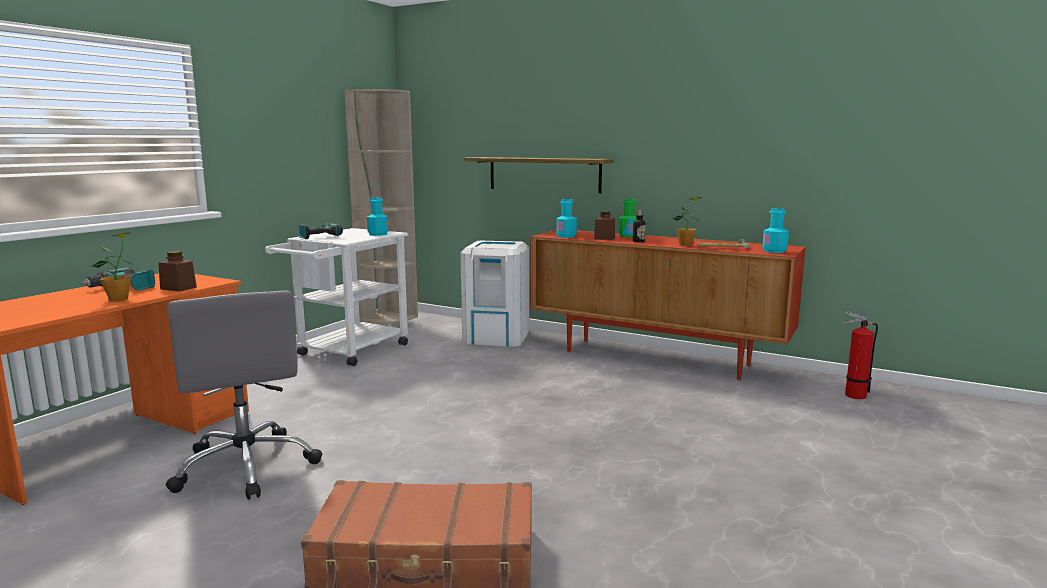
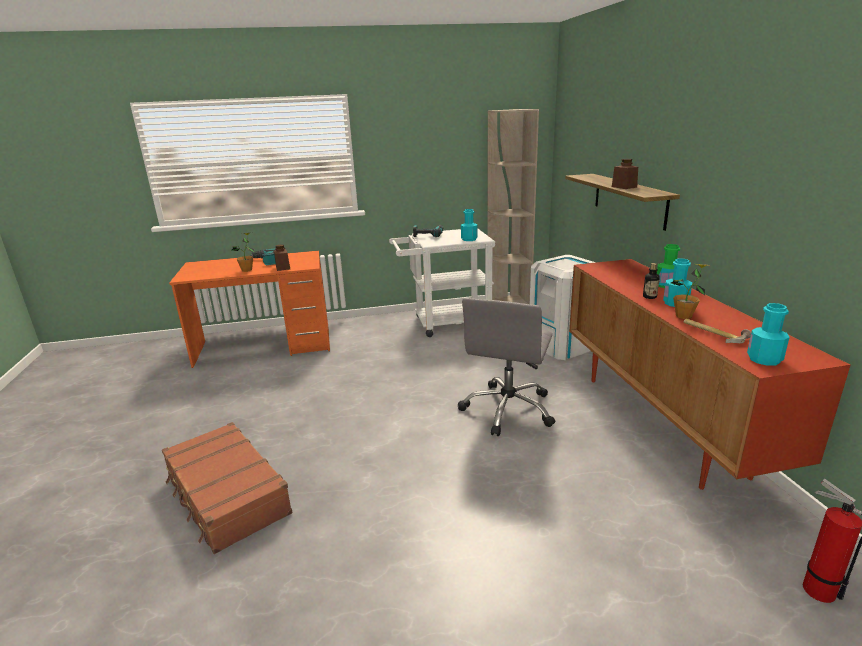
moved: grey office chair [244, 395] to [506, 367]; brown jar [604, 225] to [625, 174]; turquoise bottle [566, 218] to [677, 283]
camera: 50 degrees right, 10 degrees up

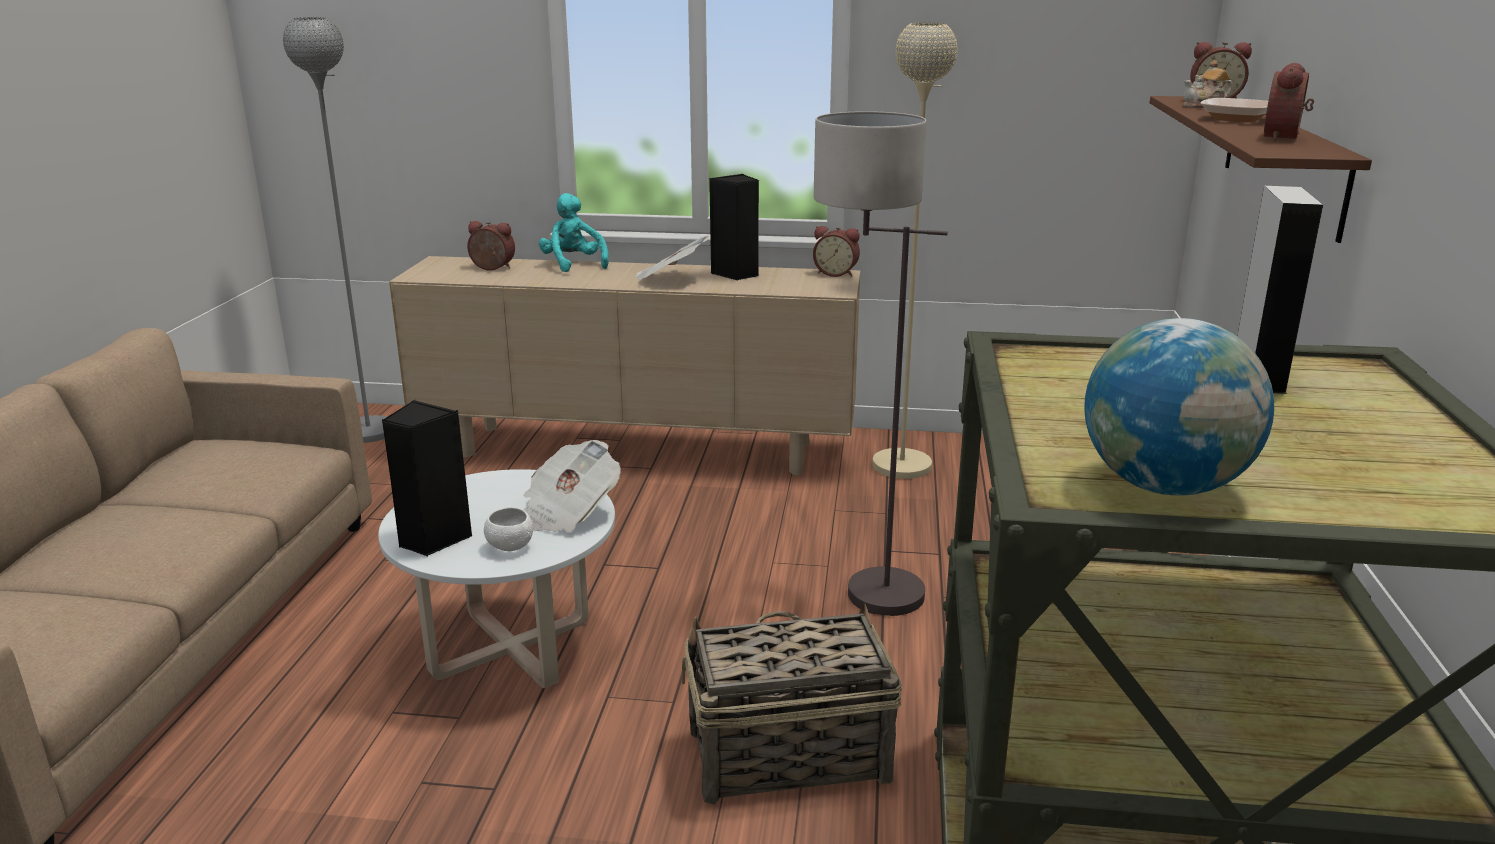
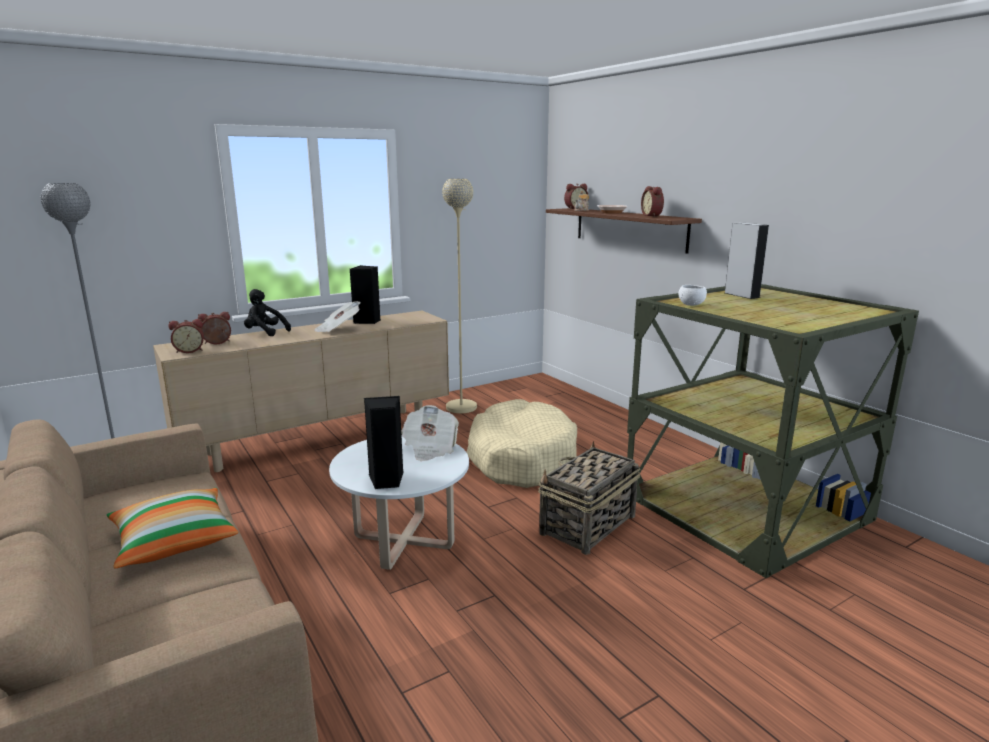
removed: globe [1179, 406]
added: pillow [172, 528]
moved: alarm clock [836, 251] to [186, 336]; white bowl [508, 529] to [692, 295]
replaced: grey floor lamp [881, 363] to beige dog bed [521, 443]
recoloured: turquoise plush toy [574, 232] to black plush toy [267, 312]
camera: 40 degrees left, 5 degrees down

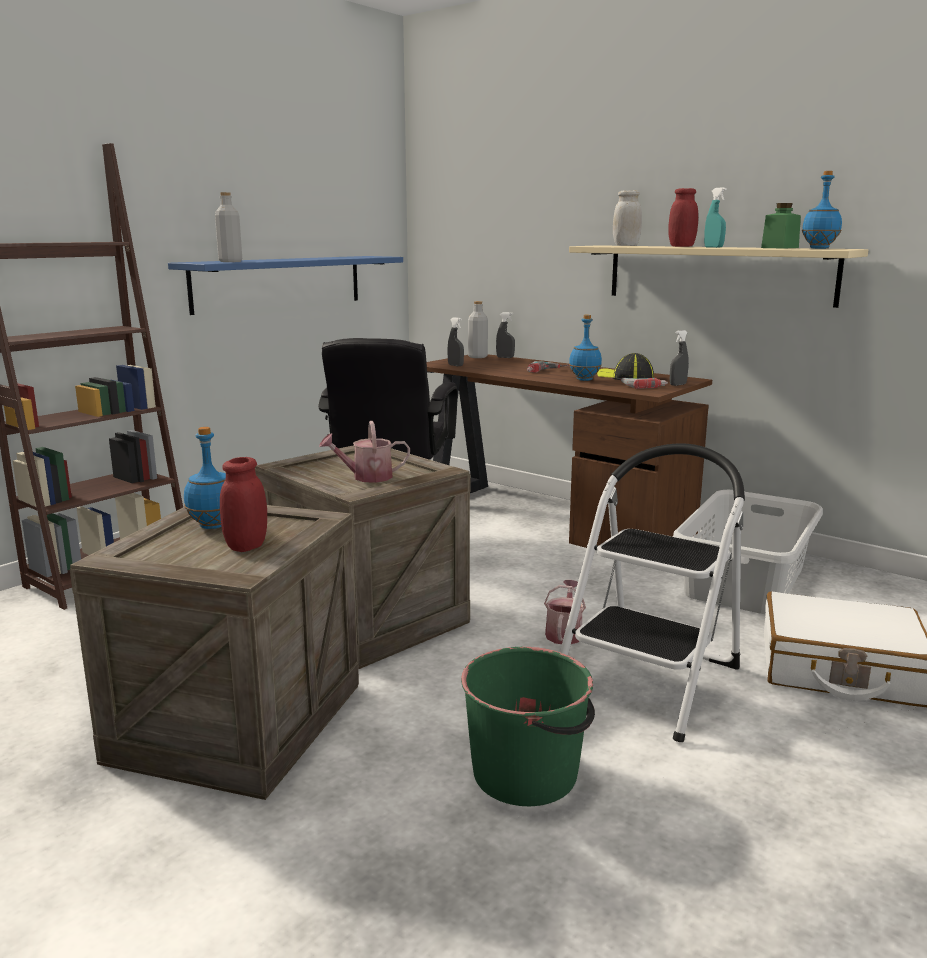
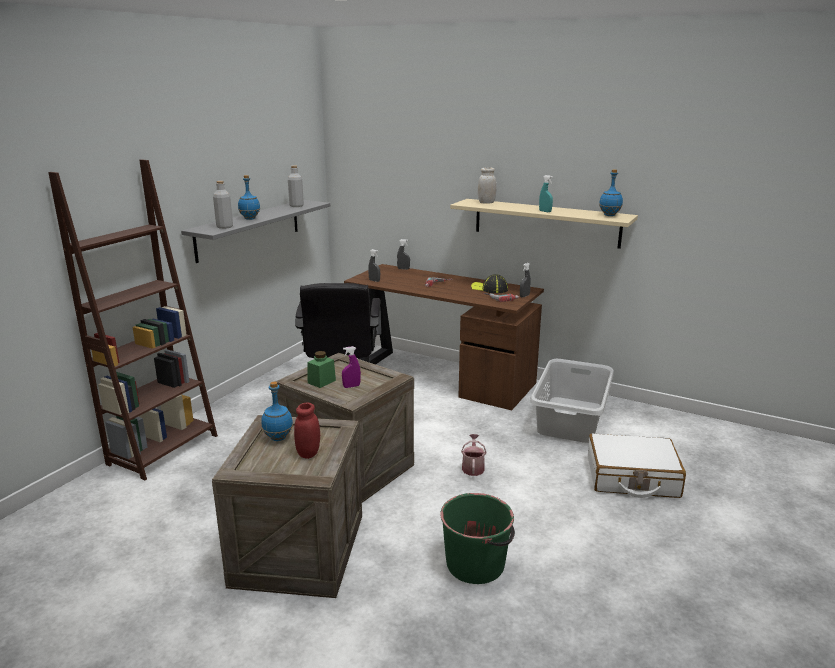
removed: step ladder [652, 593]; red jar [683, 217]
moved: blue bottle [585, 348] to [249, 197]; grey bottle [478, 329] to [296, 186]; green jar [781, 226] to [321, 369]
replaced: watering can [364, 452] to purple spray bottle [351, 367]
recoloured: blue shelf [285, 285] to grey shelf [255, 231]
camera: 10 degrees left, 5 degrees up

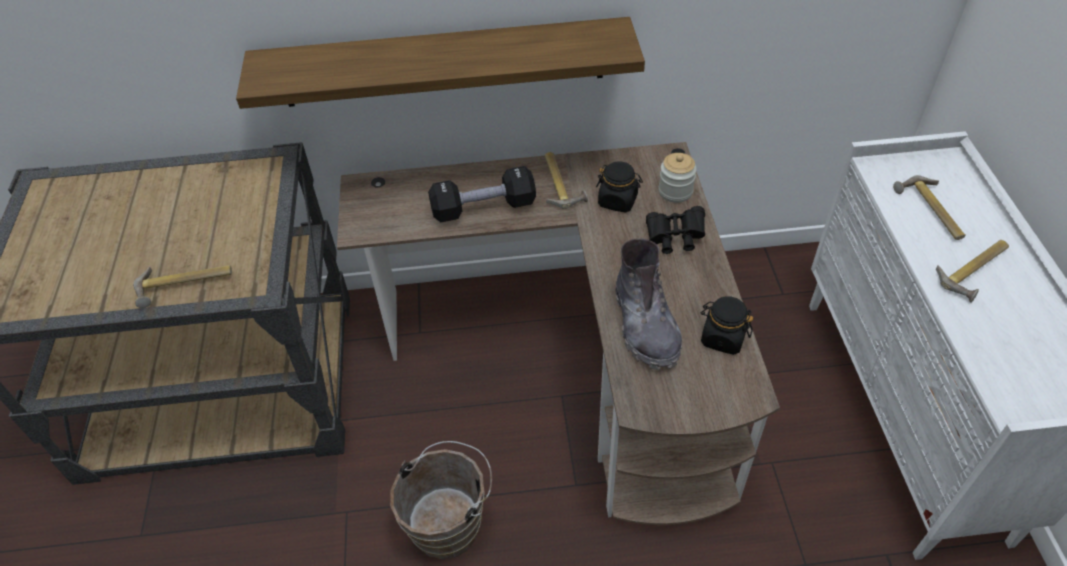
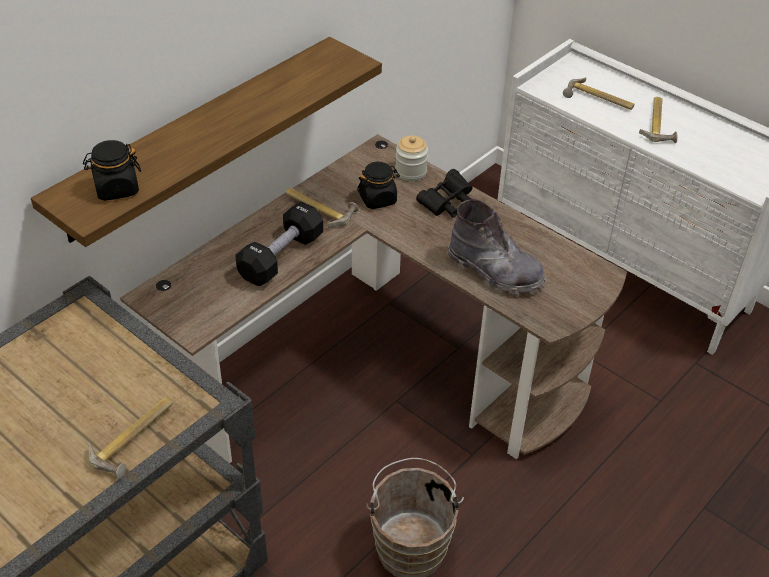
moved: black jar [727, 325] to [112, 170]
camera: 45 degrees left, 5 degrees down

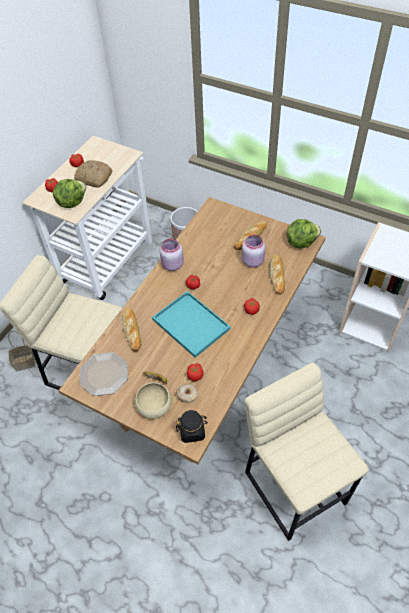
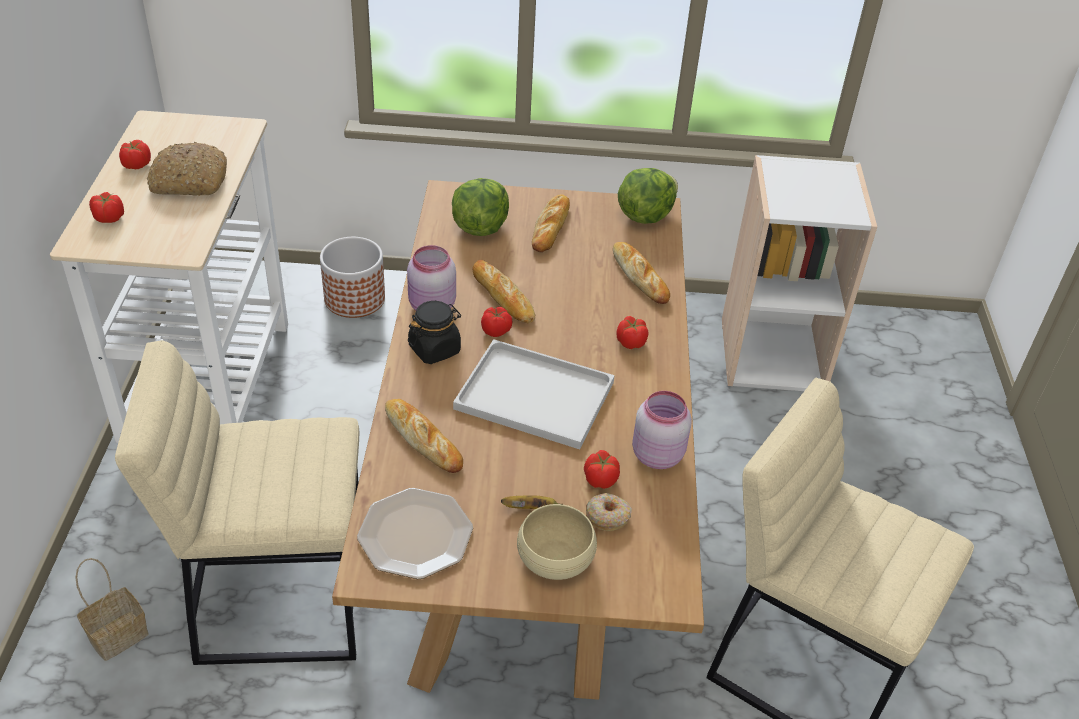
added: bread [504, 291]
moved: black jar [192, 426] to [434, 332]; lettuce [69, 193] to [480, 207]; pink jar [253, 251] to [662, 430]
recoloured: turquoise tray [191, 324] to white tray [534, 394]
camera: 30 degrees left, 10 degrees down

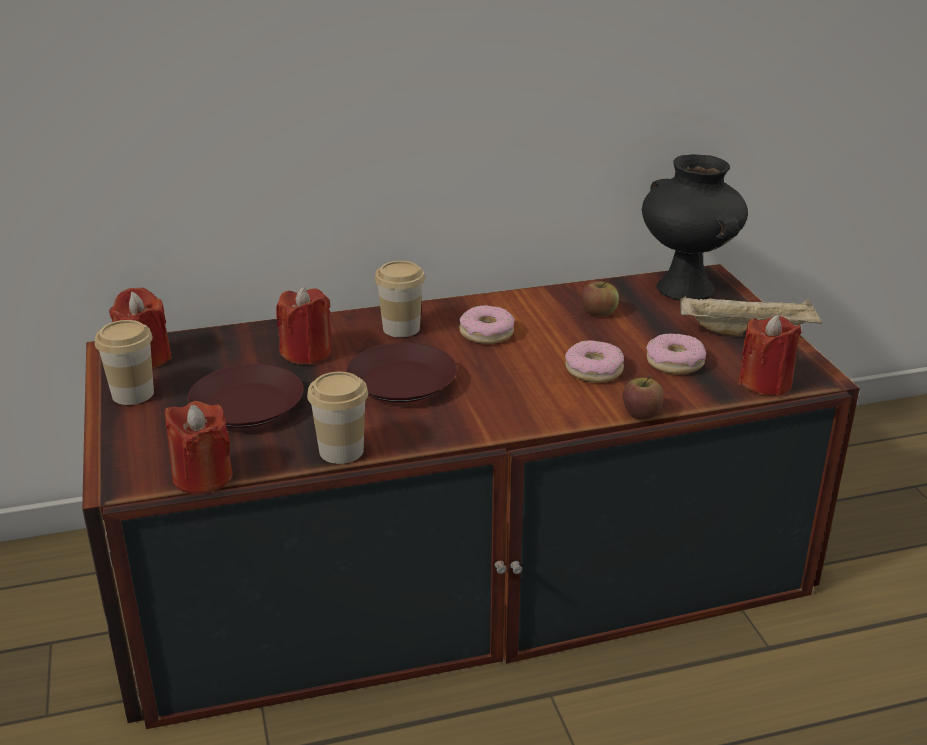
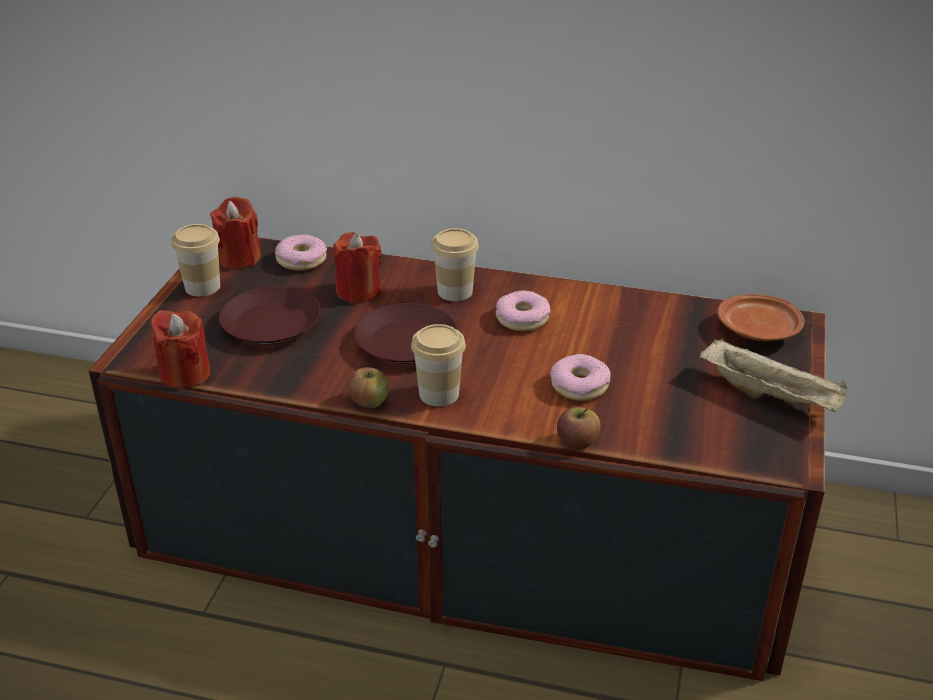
removed: red candle [770, 355]
moved: donut [676, 354] to [301, 252]; apple [599, 298] to [368, 387]; cup [337, 418] to [438, 365]
replaced: black vase [695, 227] to brown plate [761, 317]
camera: 30 degrees right, 5 degrees up

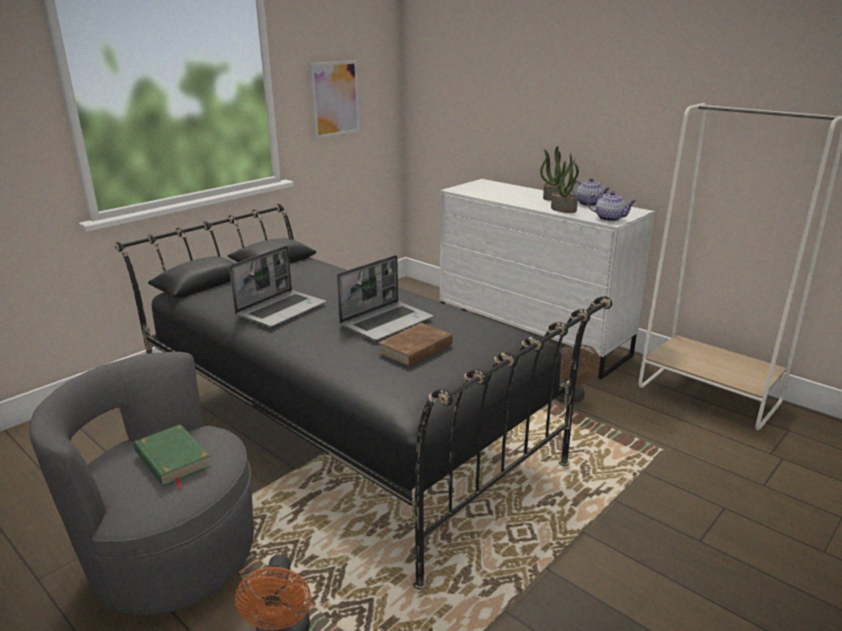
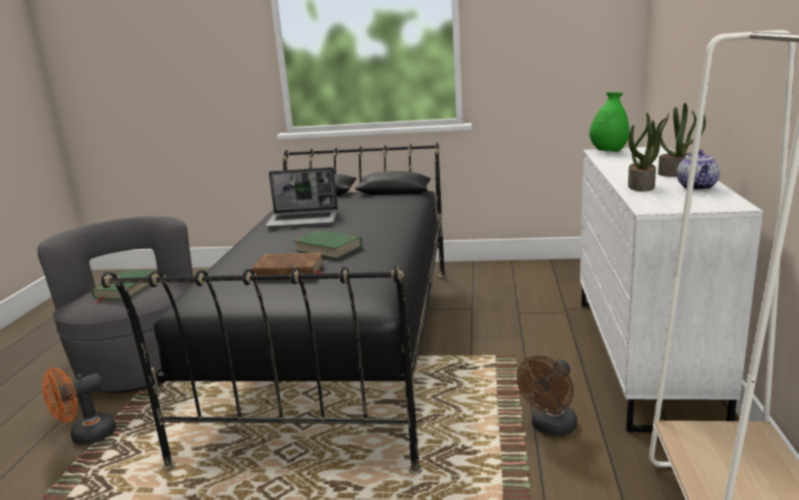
removed: picture [335, 99]; teapot [611, 206]
added: green vase [609, 122]
replaced: laptop [385, 297] to green book [327, 244]
camera: 55 degrees right, 5 degrees down

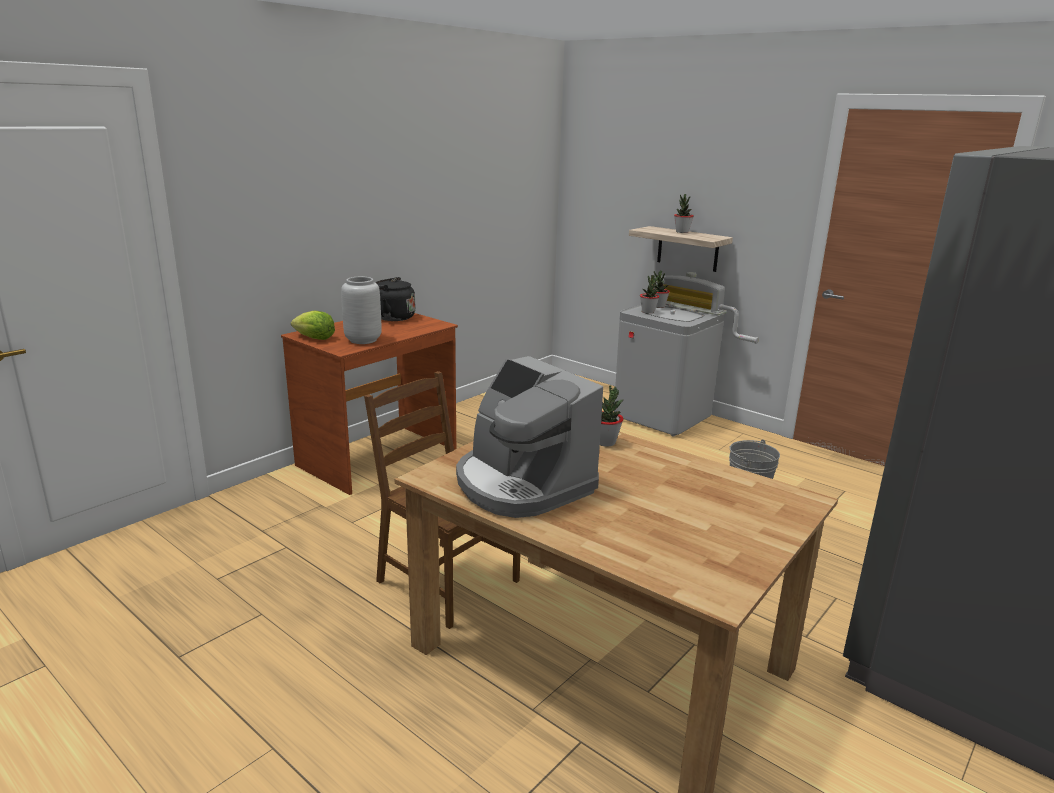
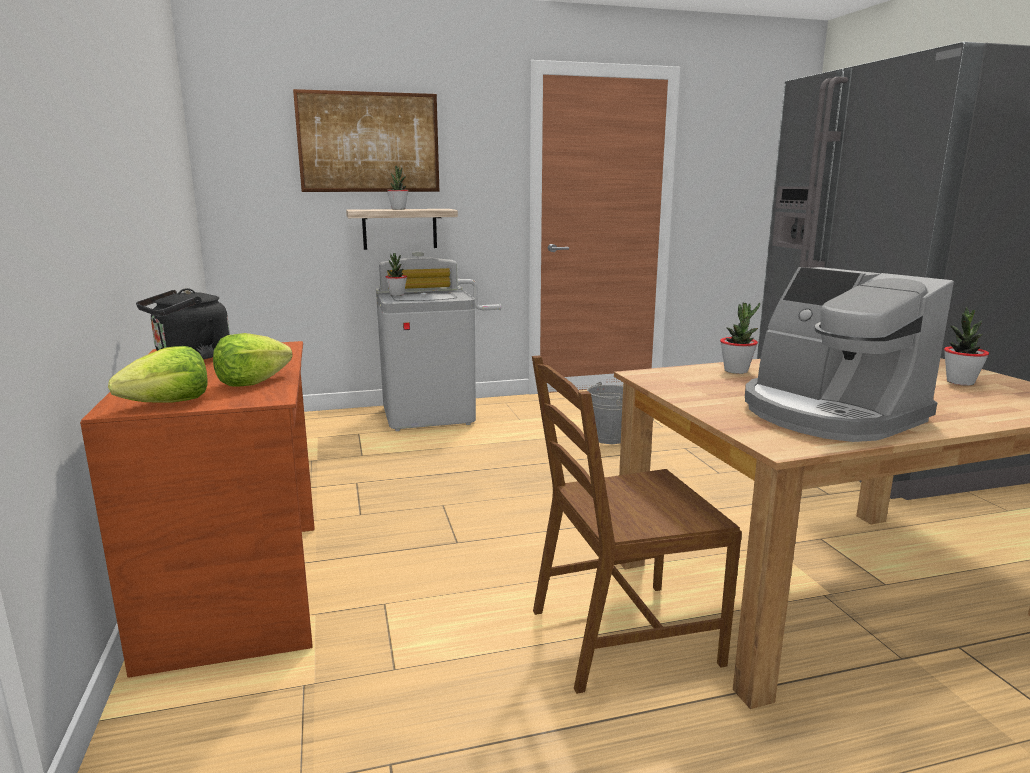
added: picture [366, 140]
moved: potted plant [649, 294] to [966, 346]
replaced: grey vase [361, 310] to lettuce [253, 359]
turned: coffee machine [529, 437] = [849, 354] 60 degrees clockwise
camera: 55 degrees left, 5 degrees down

